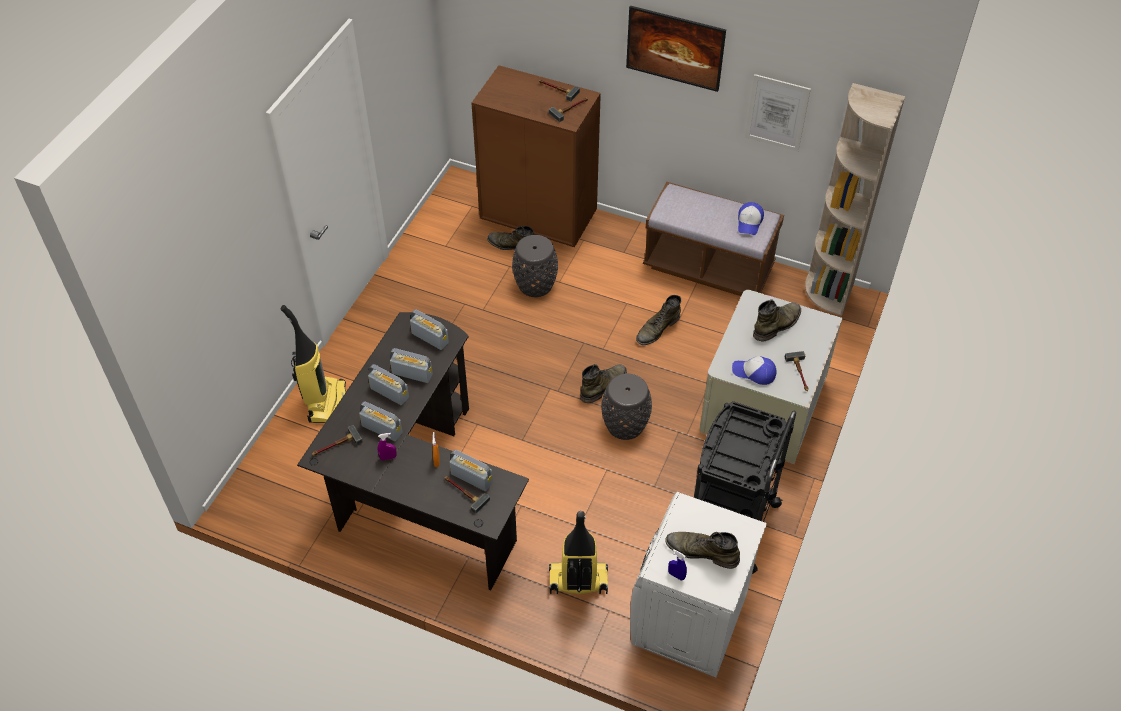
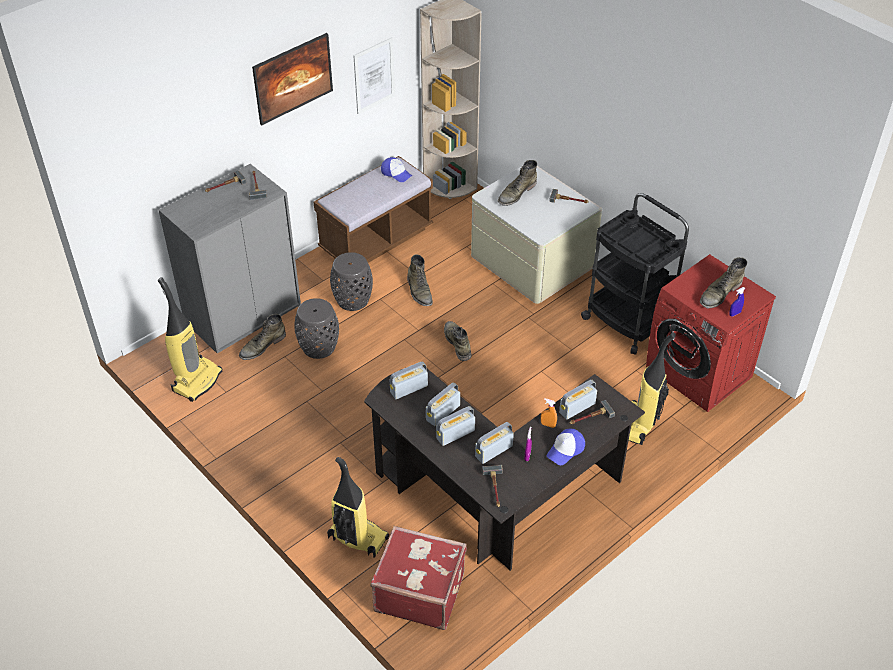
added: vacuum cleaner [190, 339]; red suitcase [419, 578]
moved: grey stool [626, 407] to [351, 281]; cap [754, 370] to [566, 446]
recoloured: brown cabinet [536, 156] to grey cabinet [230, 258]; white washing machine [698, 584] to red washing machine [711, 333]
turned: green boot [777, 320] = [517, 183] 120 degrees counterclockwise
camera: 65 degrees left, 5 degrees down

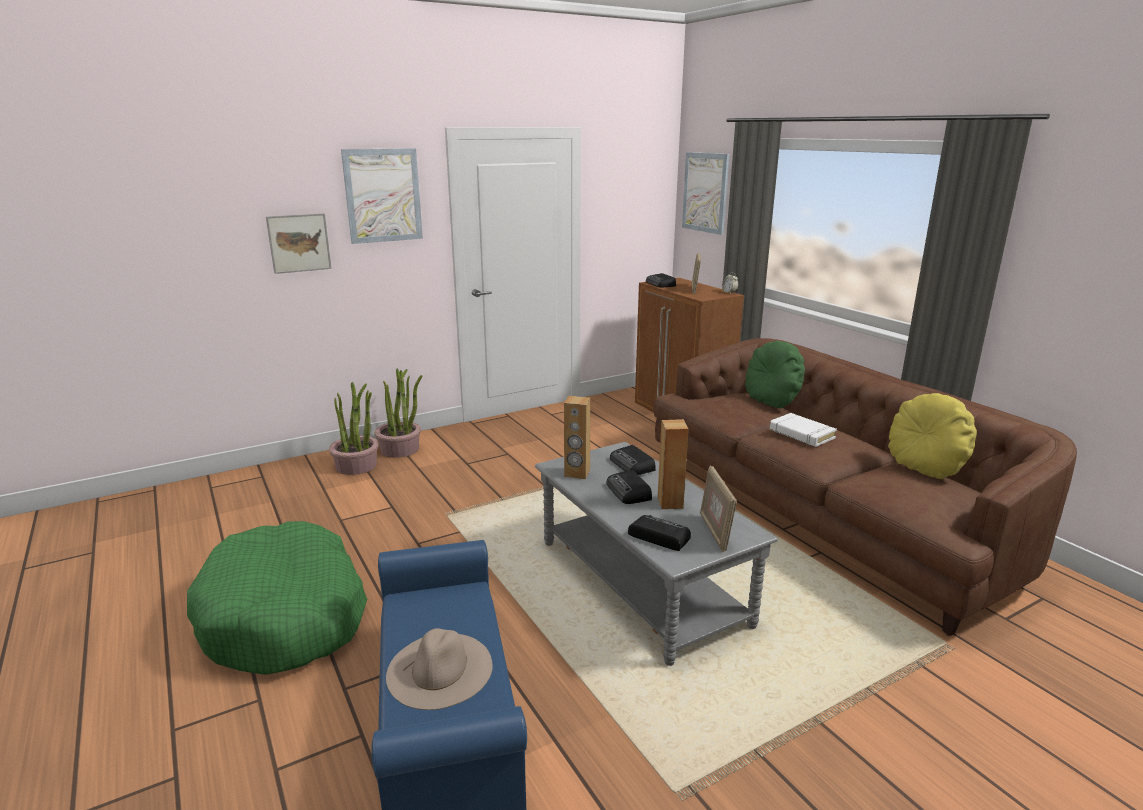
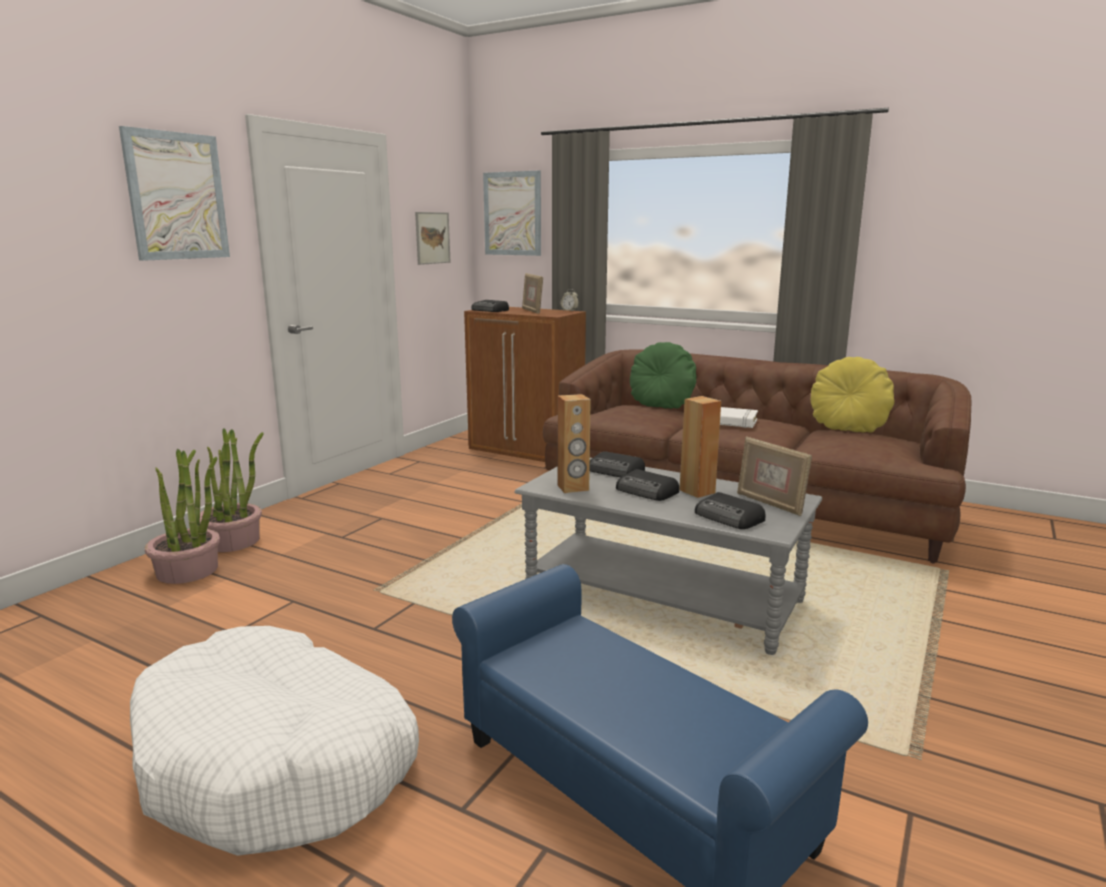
removed: beige hat [439, 669]
moved: picture [299, 243] to [432, 238]
recoloured: green dog bed [277, 598] to white dog bed [274, 741]
turned: radio [659, 533] = [730, 510] 135 degrees counterclockwise
camera: 30 degrees left, 5 degrees down

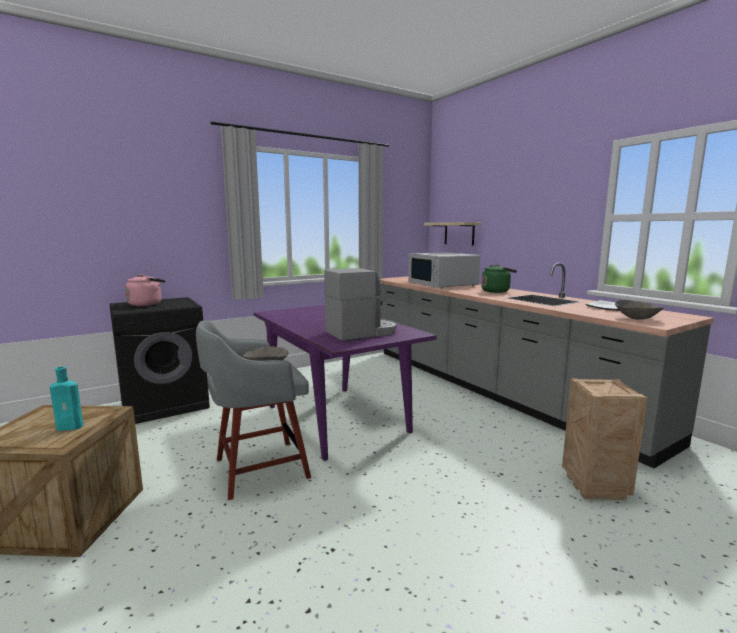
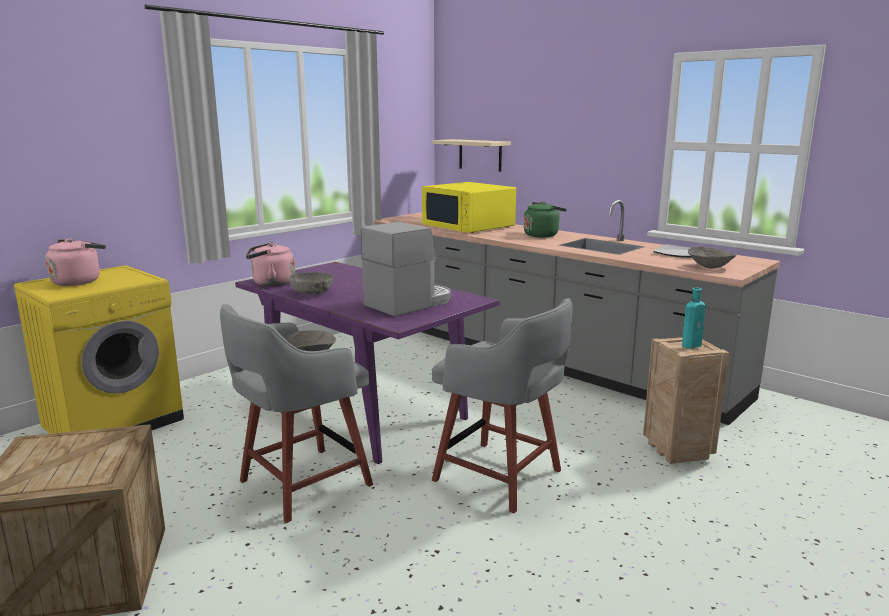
added: pink kettle [270, 264]; grey bowl [311, 283]; grey stool [502, 405]
moved: turquoise bottle [66, 398] to [693, 318]
recoloured: black washing machine [160, 360] to yellow washing machine [99, 349]; white microwave [444, 270] to yellow microwave [469, 207]
camera: 15 degrees left, 5 degrees up

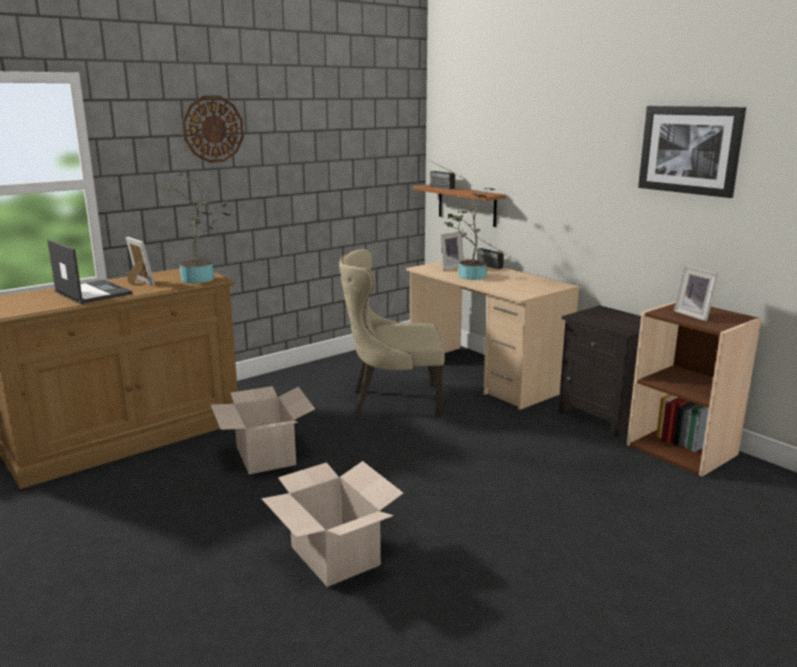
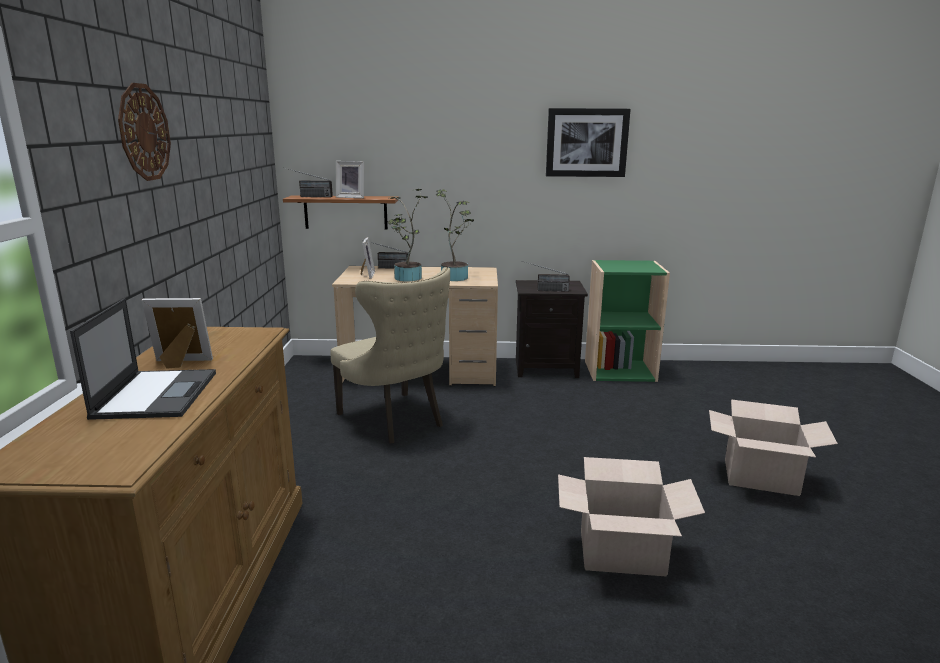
added: radio [546, 276]
moved: picture frame [696, 293] to [350, 179]; potted plant [197, 227] to [454, 235]; cardboard box [262, 430] to [773, 447]
recoloured: brown bookcase [694, 389] to green bookcase [627, 321]
turned: laptop [90, 271] = [143, 359] 90 degrees clockwise; beige chair [392, 333] = [390, 355] 75 degrees counterclockwise
camera: 50 degrees left, 0 degrees up

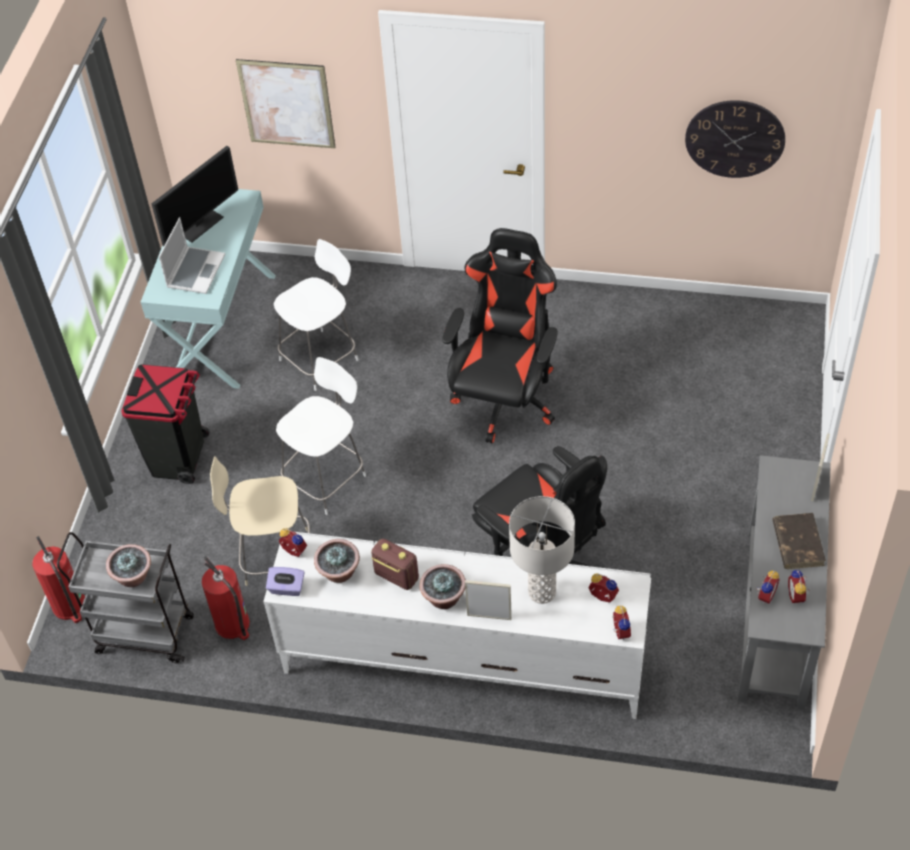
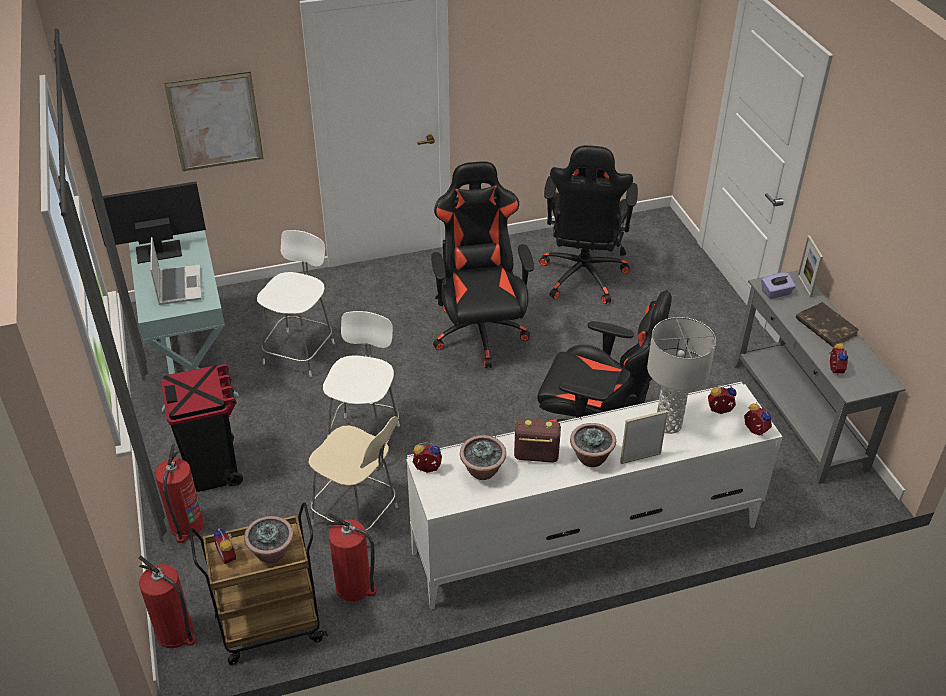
removed: wall clock [735, 139]
added: fire extinguisher [179, 493]; black office chair [589, 224]
moved: alarm clock [798, 587] to [226, 546]; purple tissue box [285, 581] to [778, 285]
recoloured: grey cart [125, 597] to brown cart [258, 583]
turned: monitor [194, 196] = [149, 223] 120 degrees counterclockwise; beige chair [260, 521] = [353, 473] 120 degrees counterclockwise
camera: 30 degrees left, 10 degrees down

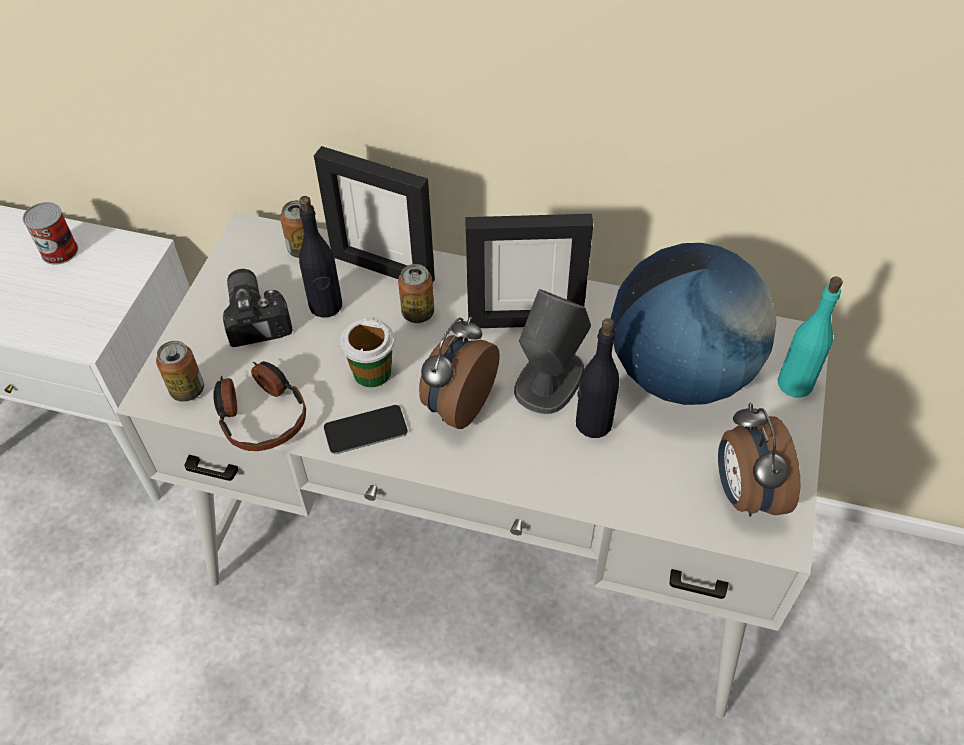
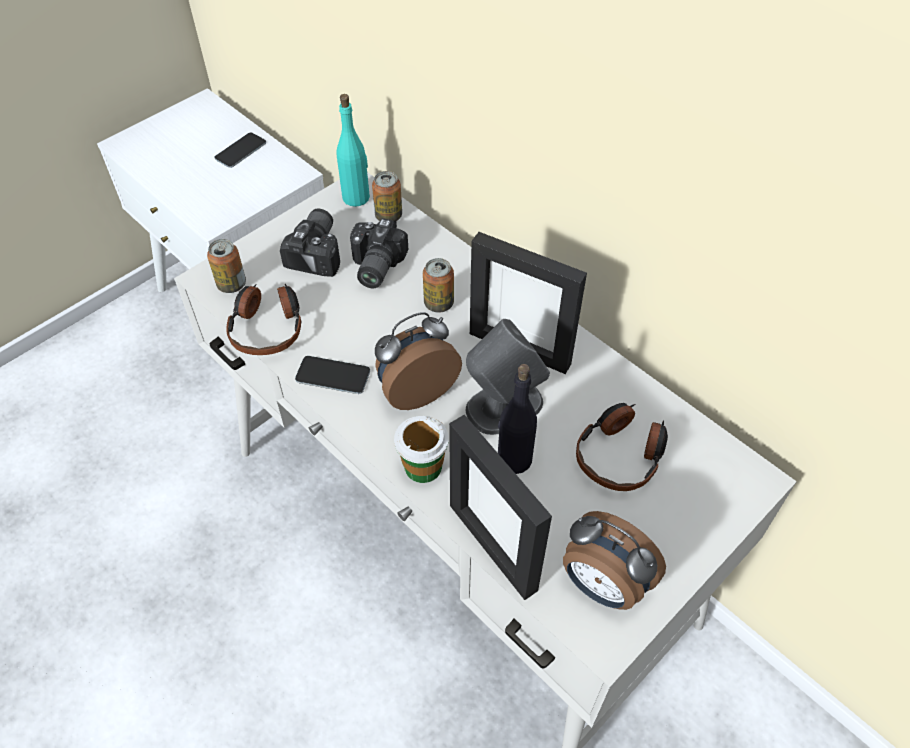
moved: turquoise bottle [810, 337] to [353, 150]; cup [367, 352] to [421, 449]; picture frame [374, 214] to [500, 507]
replaced: can [50, 233] to phone [240, 150]; black bottle [320, 256] to photo camera [379, 253]; globe [693, 324] to headphones [622, 447]
turned: alarm clock [759, 460] = [614, 560] 75 degrees counterclockwise
camera: 30 degrees right, 0 degrees up

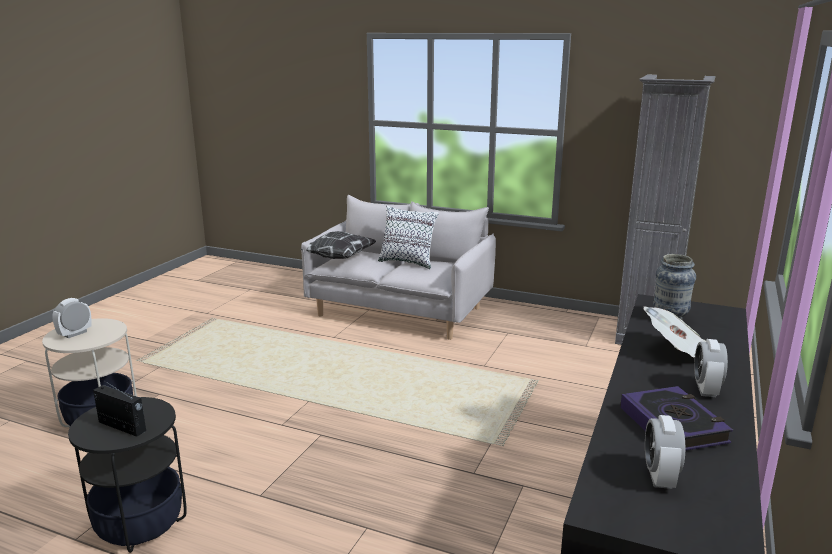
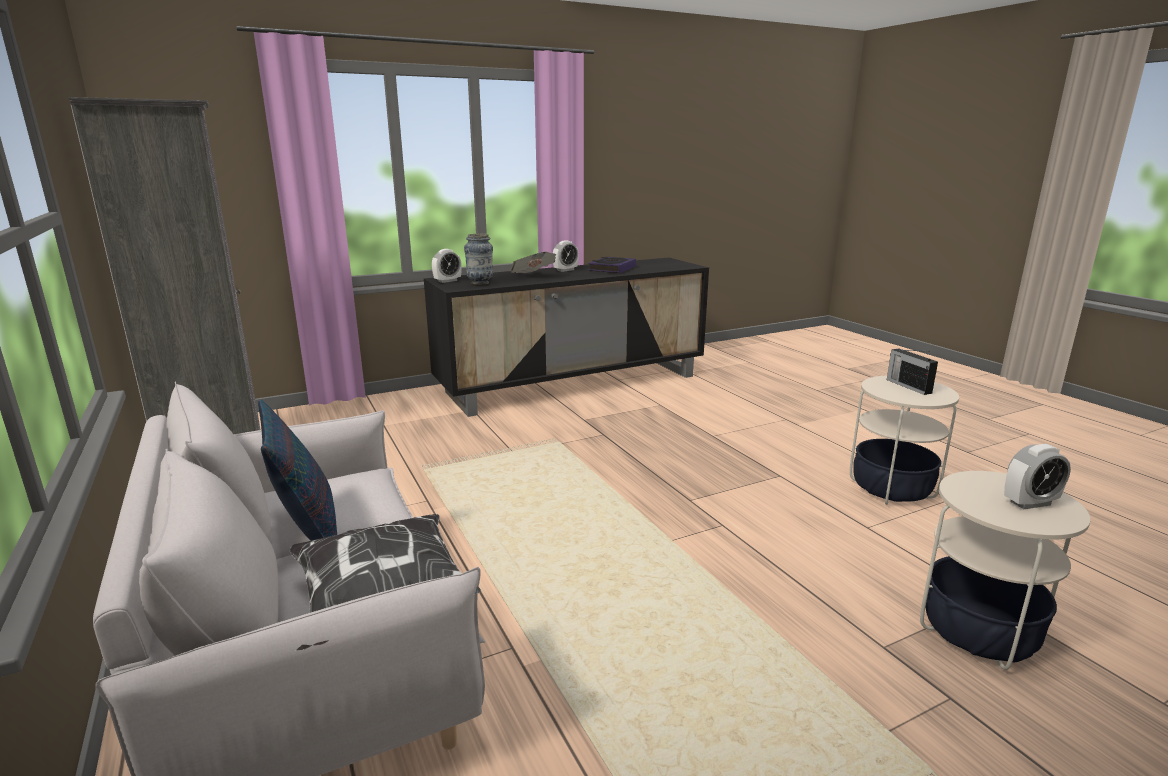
moved: alarm clock [665, 452] to [447, 266]
recoloured: white pillow [408, 237] to blue pillow [297, 470]; black side table [127, 475] to beige side table [904, 440]
camera: 140 degrees left, 0 degrees up

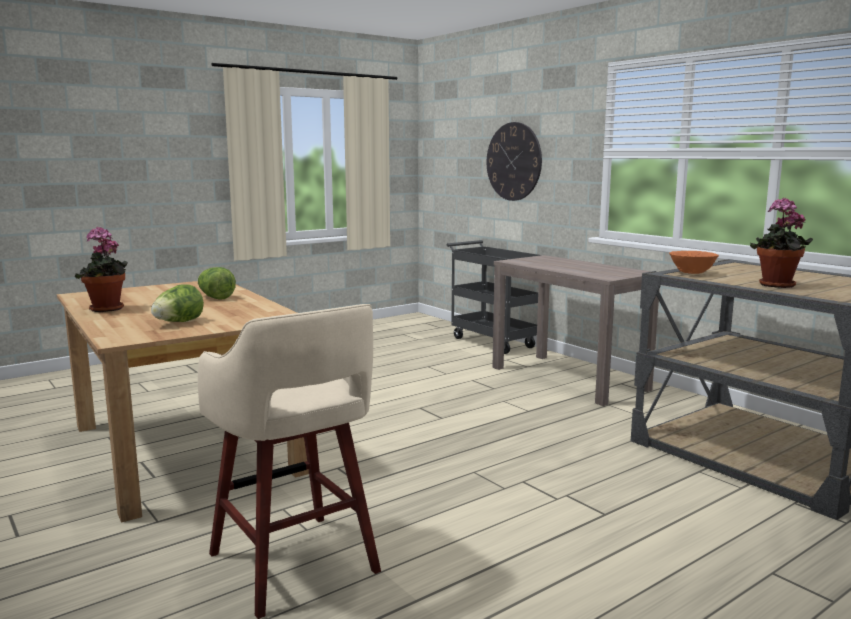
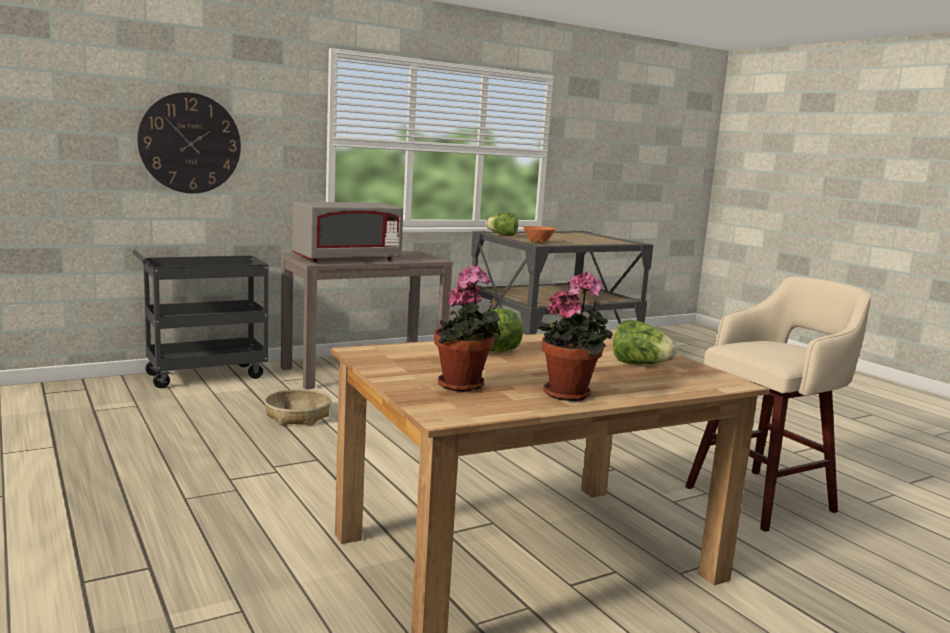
added: basket [298, 407]; grey microwave [347, 232]; lettuce [502, 224]
moved: potted plant [781, 242] to [467, 328]
camera: 85 degrees left, 0 degrees up

